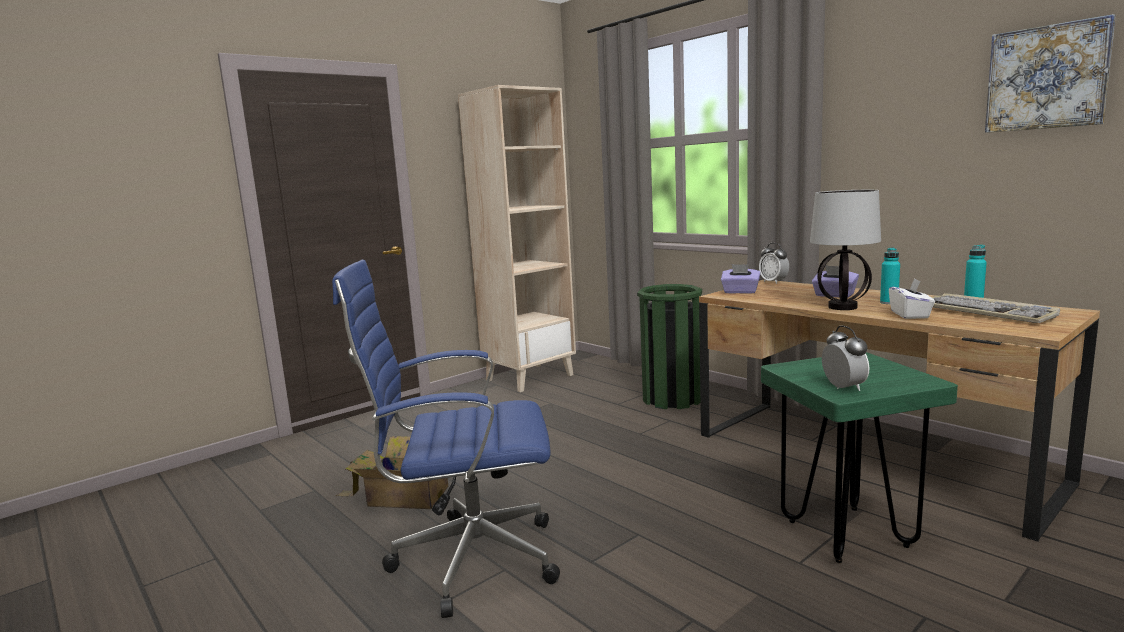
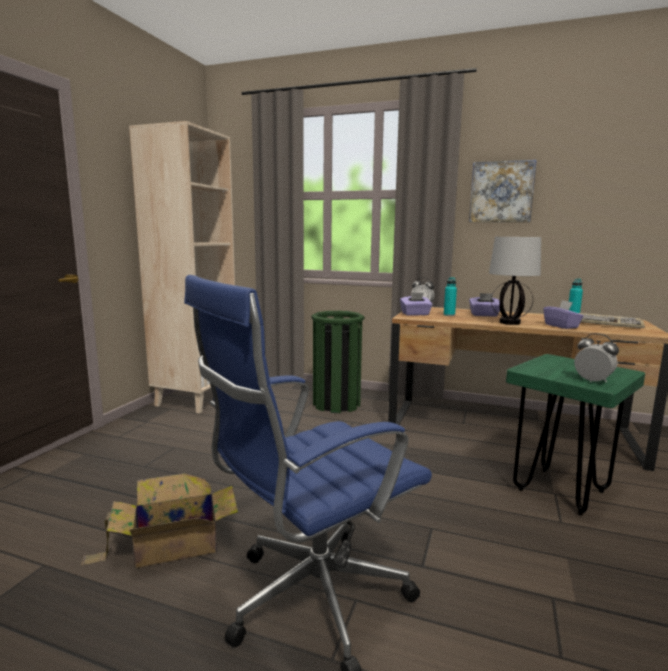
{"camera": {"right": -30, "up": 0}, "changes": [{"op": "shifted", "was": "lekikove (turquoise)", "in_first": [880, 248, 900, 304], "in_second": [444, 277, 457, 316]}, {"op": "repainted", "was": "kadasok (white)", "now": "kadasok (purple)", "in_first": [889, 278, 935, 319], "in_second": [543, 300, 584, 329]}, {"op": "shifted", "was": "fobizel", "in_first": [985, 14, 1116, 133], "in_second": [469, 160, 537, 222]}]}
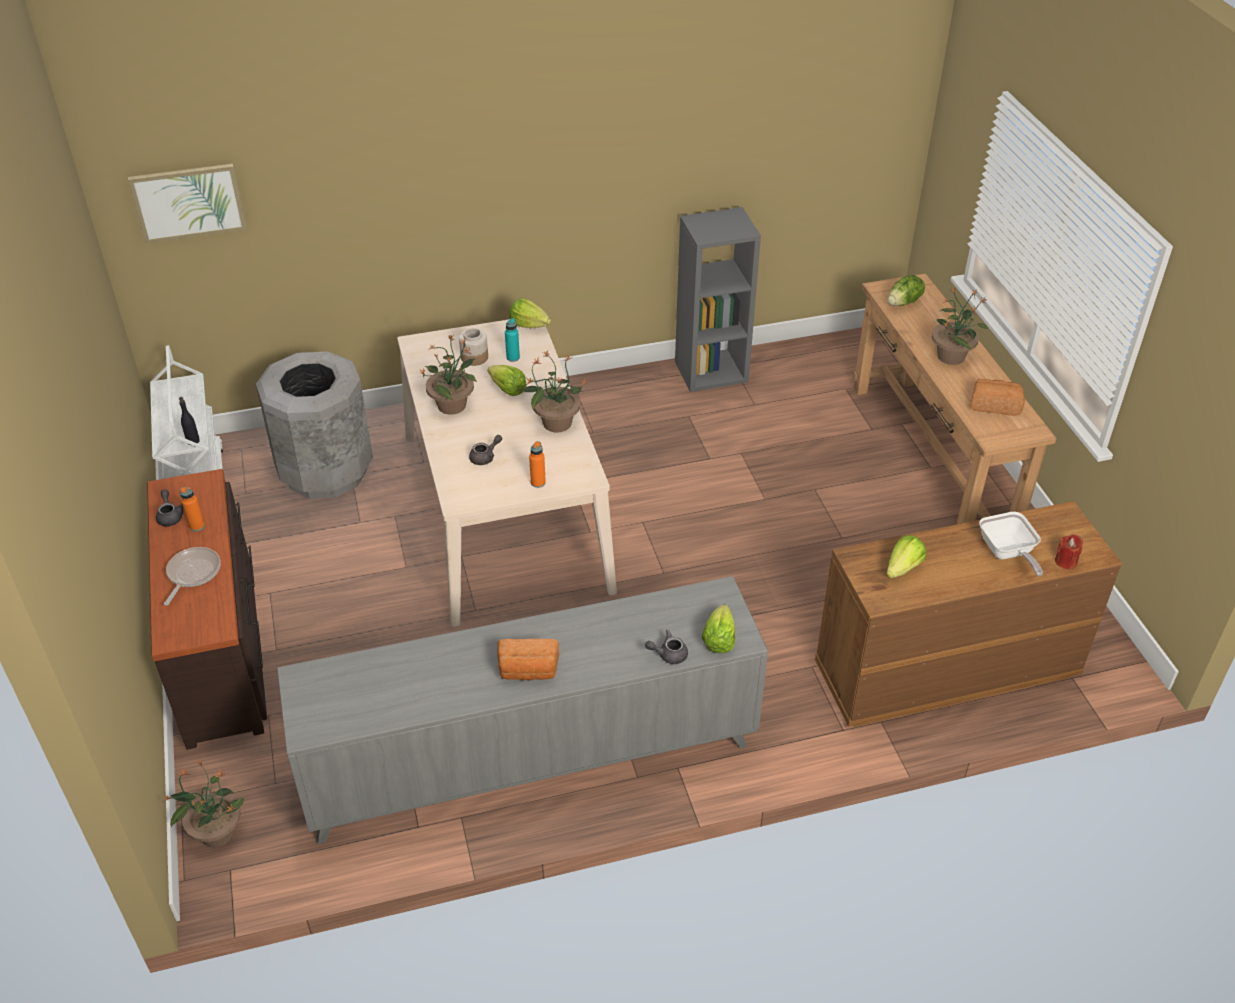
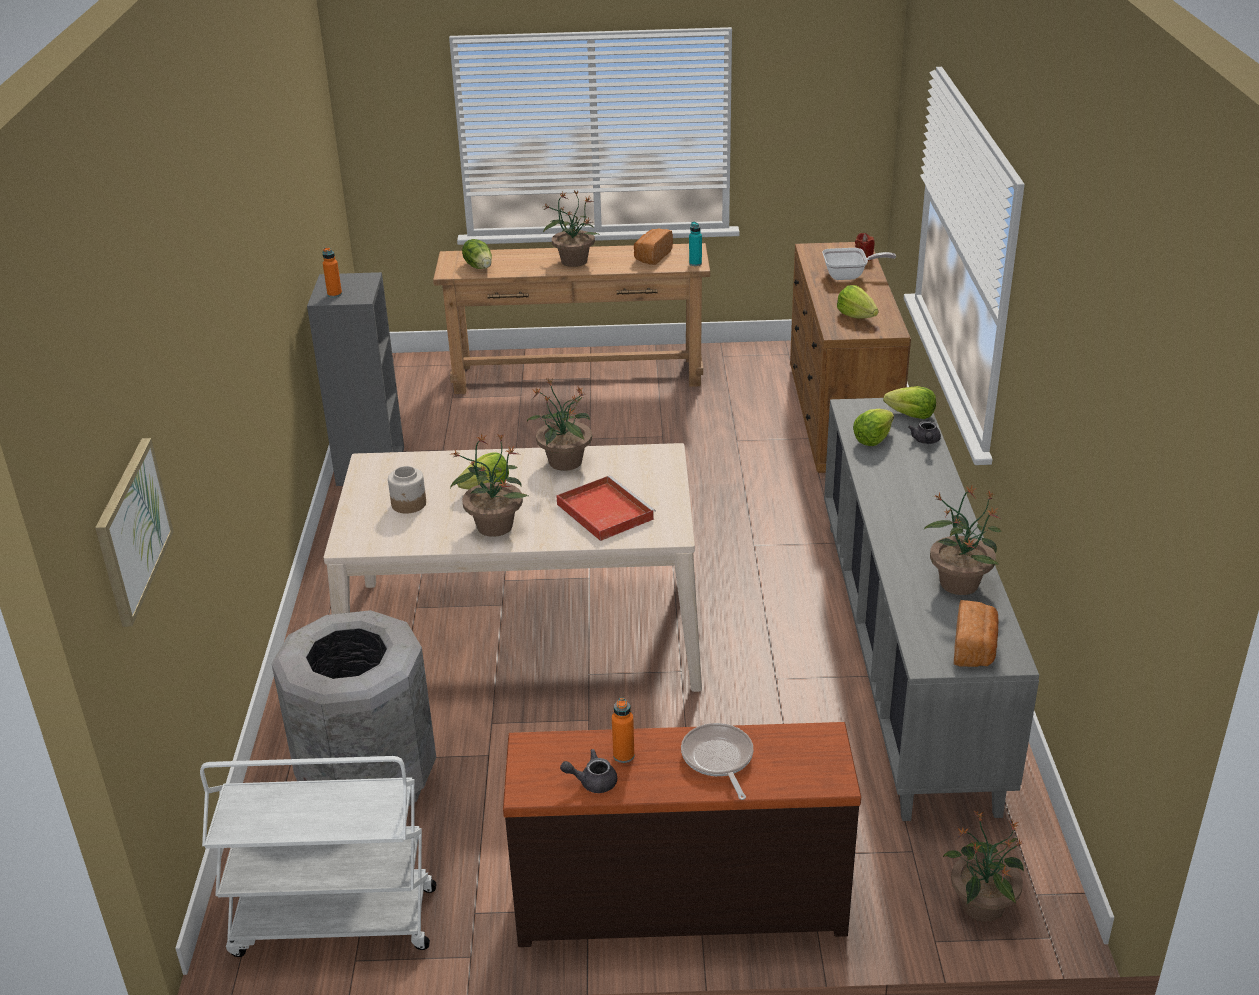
{"camera": {"right": -75, "up": -10}, "changes": [{"op": "rotated", "was": "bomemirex", "in_first": [164, 547, 221, 606], "in_second": [681, 723, 754, 800], "clockwise": 45}, {"op": "gone", "was": "lekikove (black)", "in_first": [179, 397, 200, 445]}, {"op": "swapped", "was": "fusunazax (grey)", "now": "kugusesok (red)", "in_first": [469, 435, 502, 465], "in_second": [556, 475, 656, 541]}, {"op": "shifted", "was": "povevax", "in_first": [497, 639, 559, 680], "in_second": [954, 600, 999, 667]}, {"op": "shifted", "was": "lekikove (turquoise)", "in_first": [505, 318, 520, 362], "in_second": [689, 222, 702, 266]}, {"op": "shifted", "was": "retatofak", "in_first": [510, 298, 551, 328], "in_second": [853, 409, 894, 446]}, {"op": "shifted", "was": "lekikove (orange)", "in_first": [529, 441, 546, 488], "in_second": [323, 247, 342, 297]}, {"op": "new", "now": "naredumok", "in_second": [924, 486, 1002, 595]}]}
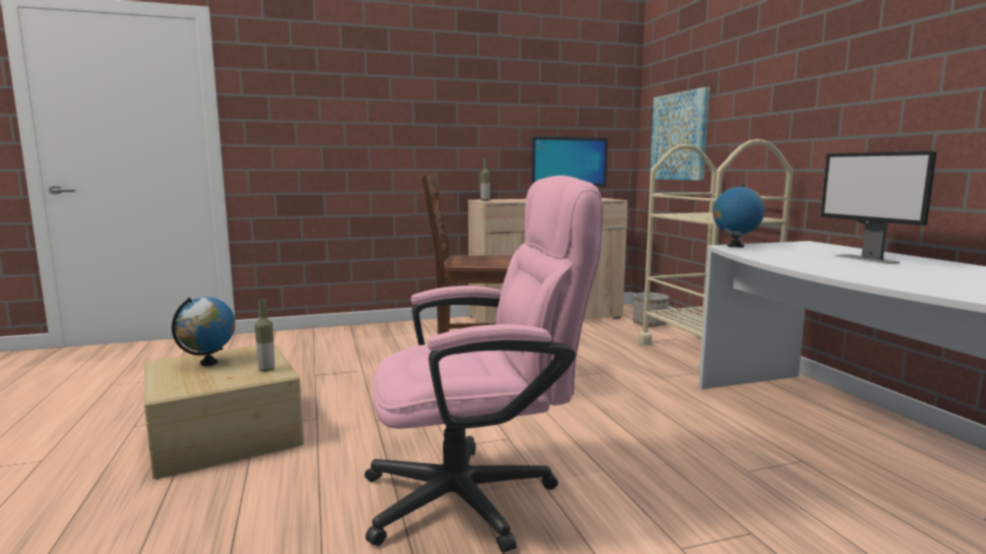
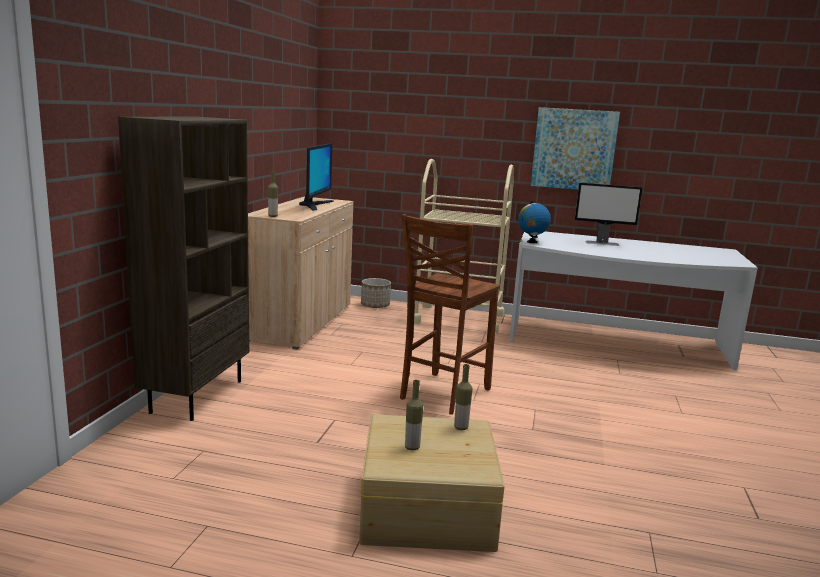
{"camera": {"right": -60, "up": 5}, "changes": [{"op": "swapped", "was": "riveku", "now": "lekikove", "in_first": [172, 297, 235, 366], "in_second": [405, 380, 423, 450]}, {"op": "gone", "was": "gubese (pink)", "in_first": [365, 175, 603, 553]}, {"op": "shifted", "was": "fobizel", "in_first": [650, 87, 710, 181], "in_second": [531, 107, 620, 190]}, {"op": "new", "now": "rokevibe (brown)", "in_second": [118, 117, 249, 421]}]}
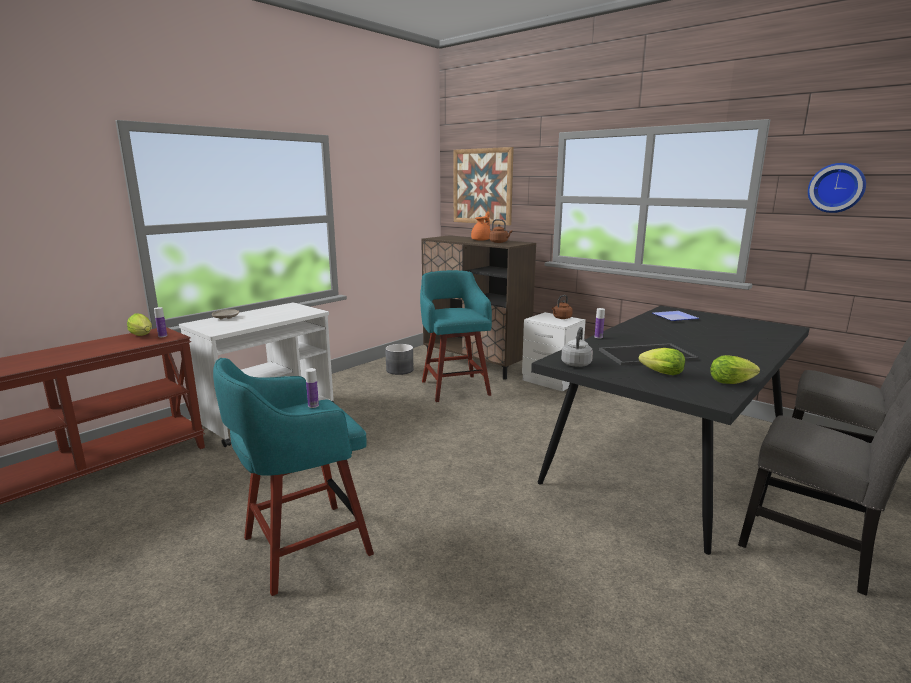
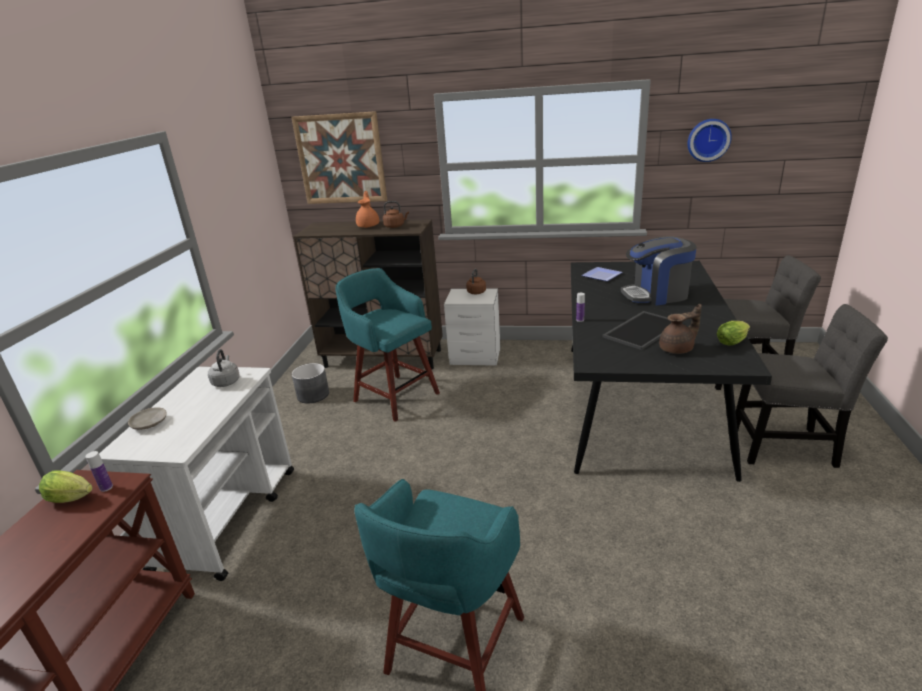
{"camera": {"right": -30, "up": 10}, "changes": [{"op": "gone", "was": "lekikove", "in_first": [305, 368, 319, 408]}, {"op": "shifted", "was": "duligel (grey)", "in_first": [561, 327, 593, 367], "in_second": [208, 349, 240, 387]}, {"op": "swapped", "was": "retatofak", "now": "fusunazax (brown)", "in_first": [639, 348, 685, 375], "in_second": [659, 304, 701, 354]}, {"op": "new", "now": "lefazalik", "in_second": [621, 236, 697, 306]}]}
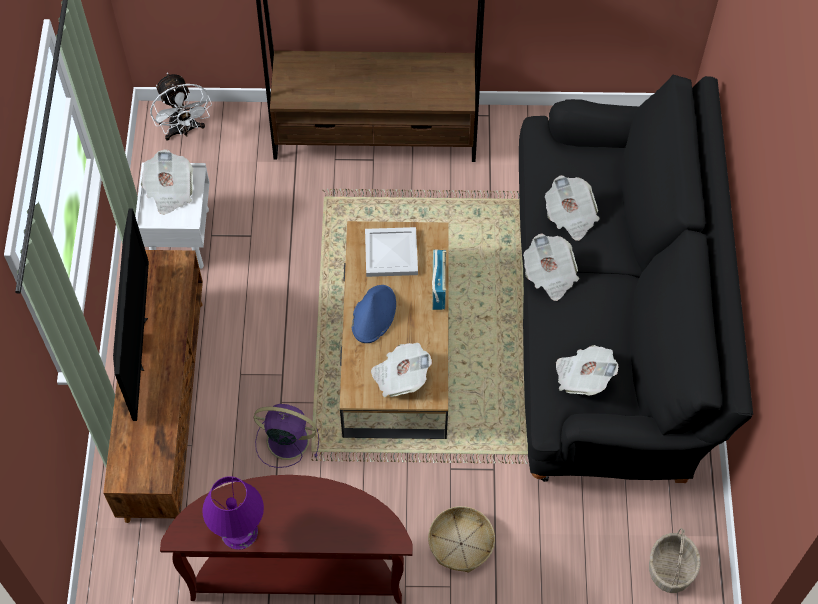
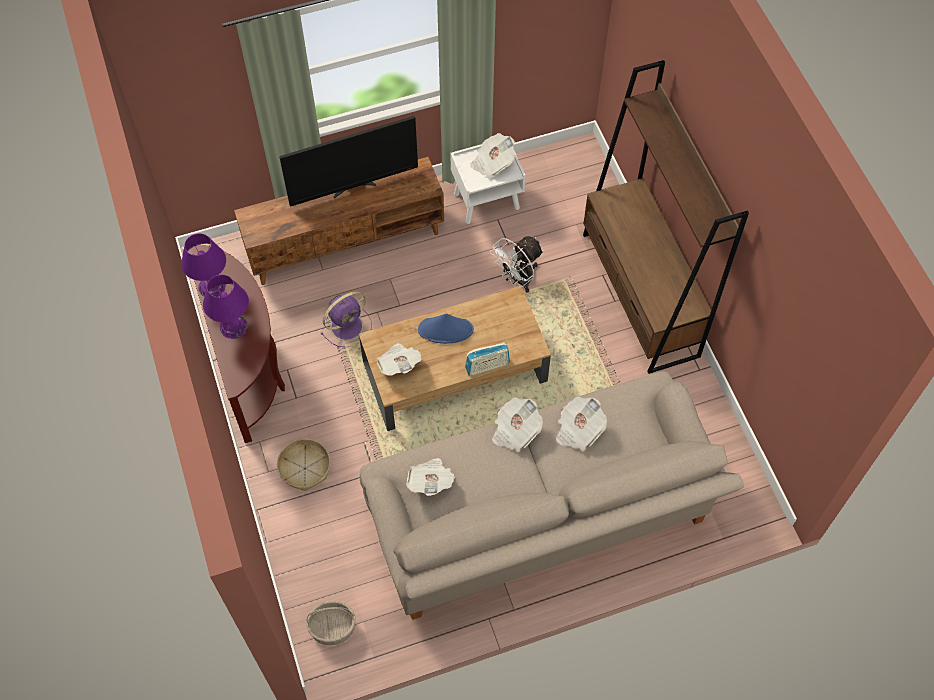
{"camera": {"right": 70, "up": 0}, "changes": [{"op": "shifted", "was": "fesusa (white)", "in_first": [150, 73, 212, 141], "in_second": [490, 236, 544, 293]}, {"op": "rotated", "was": "fesusa (purple)", "in_first": [254, 404, 319, 468], "in_second": [321, 291, 372, 347], "clockwise": 60}, {"op": "gone", "was": "kugusesok (white)", "in_first": [365, 227, 418, 277]}, {"op": "repainted", "was": "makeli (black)", "now": "makeli (beige)", "in_first": [519, 75, 753, 483], "in_second": [360, 371, 744, 620]}, {"op": "new", "now": "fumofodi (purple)", "in_second": [203, 274, 249, 339]}]}
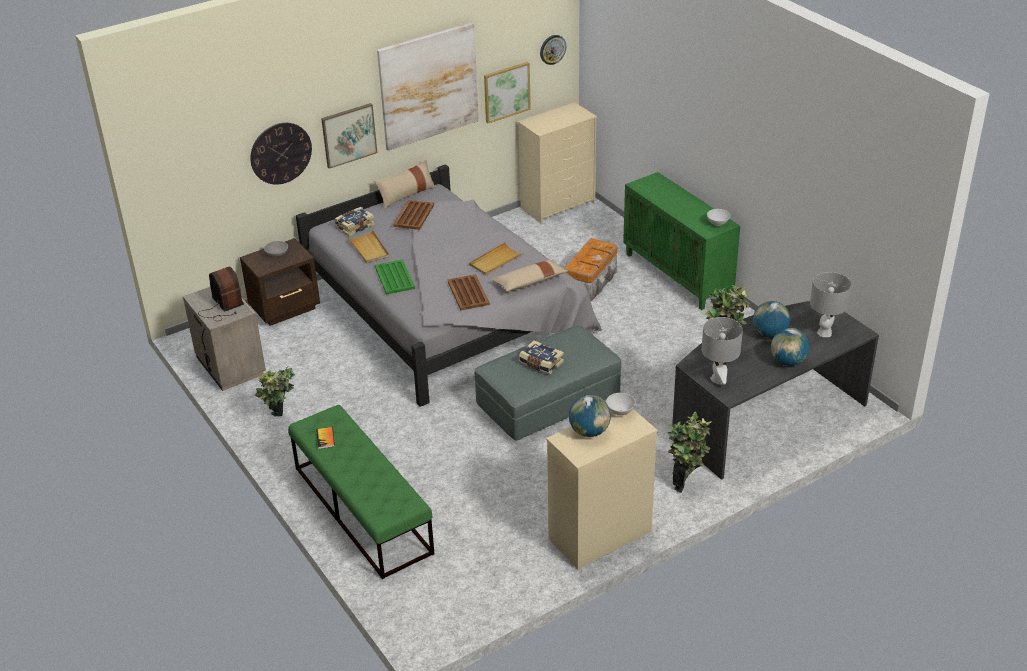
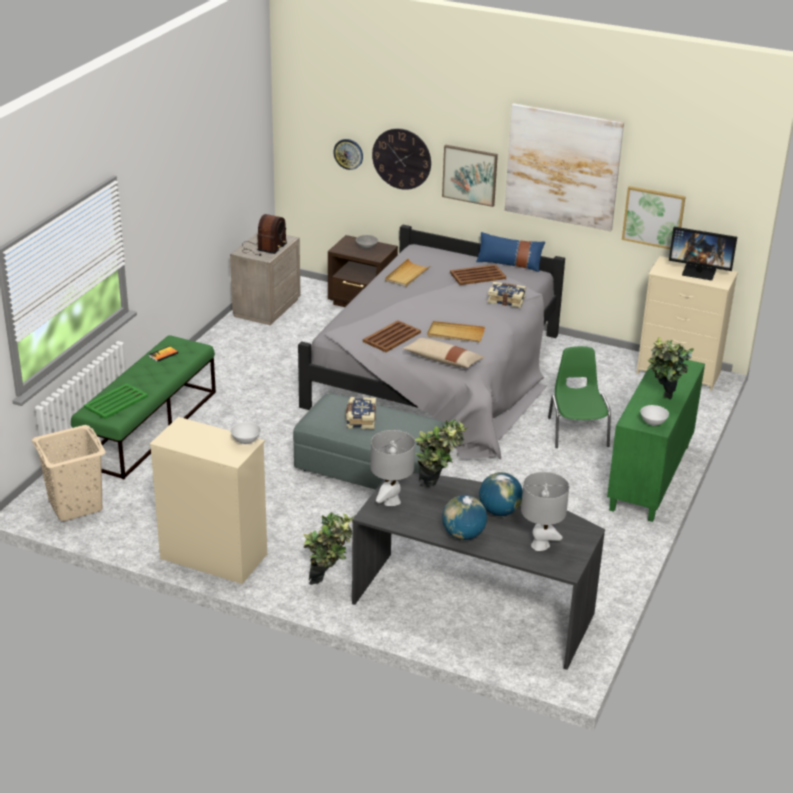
{"camera": {"right": 55, "up": -5}, "changes": [{"op": "shifted", "was": "naredumok", "in_first": [254, 366, 295, 417], "in_second": [647, 337, 694, 399]}, {"op": "shifted", "was": "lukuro", "in_first": [335, 207, 375, 236], "in_second": [487, 282, 526, 308]}, {"op": "repainted", "was": "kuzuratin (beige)", "now": "kuzuratin (blue)", "in_first": [374, 160, 436, 209], "in_second": [476, 232, 545, 272]}, {"op": "shifted", "was": "kugusesok (green)", "in_first": [375, 260, 415, 294], "in_second": [84, 383, 148, 419]}, {"op": "shifted", "was": "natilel", "in_first": [540, 35, 566, 65], "in_second": [333, 139, 363, 170]}, {"op": "swapped", "was": "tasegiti", "now": "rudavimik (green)", "in_first": [563, 238, 617, 301], "in_second": [548, 346, 611, 448]}, {"op": "gone", "was": "riveku", "in_first": [569, 395, 611, 437]}, {"op": "new", "now": "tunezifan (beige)", "in_second": [32, 425, 106, 521]}, {"op": "new", "now": "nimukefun", "in_second": [669, 227, 737, 280]}]}
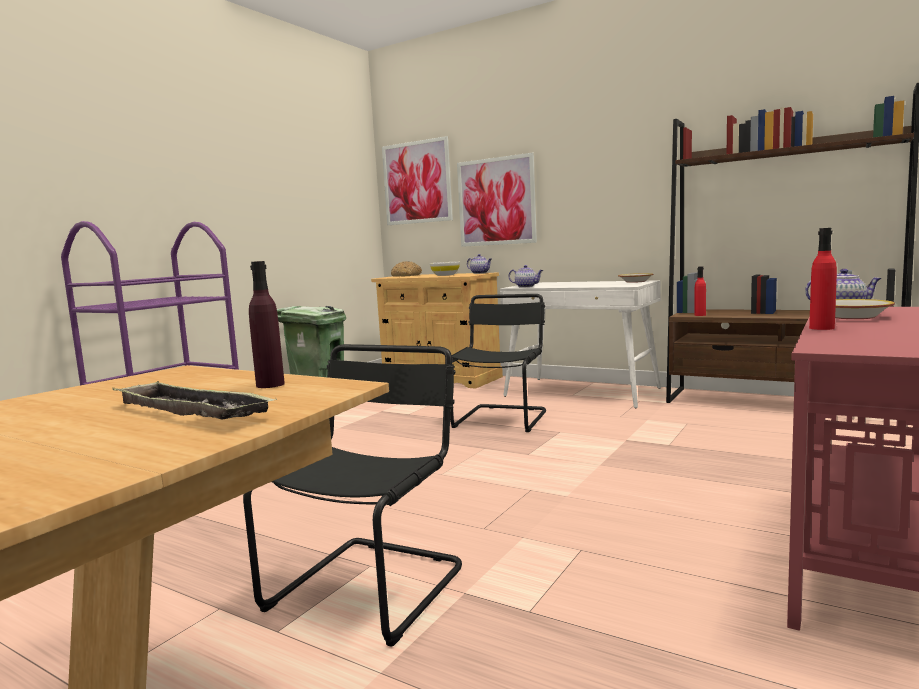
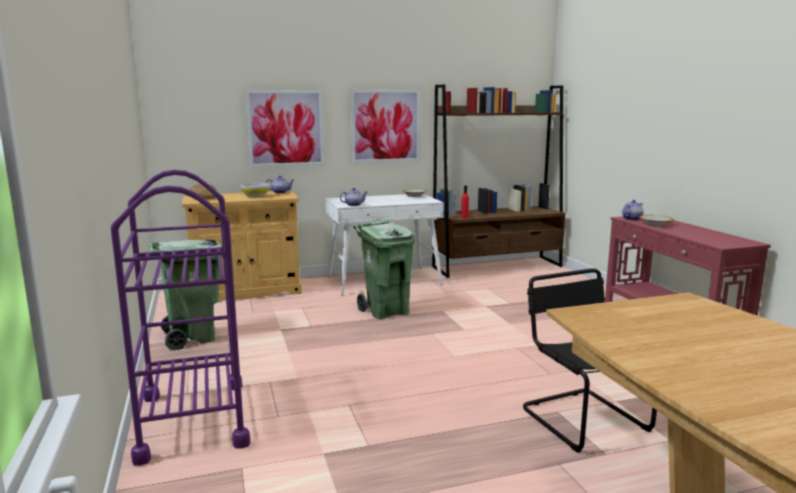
{"camera": {"right": -50, "up": 5}, "changes": [{"op": "gone", "was": "kugusesok", "in_first": [112, 381, 277, 419]}, {"op": "gone", "was": "lekikove (purple)", "in_first": [249, 261, 285, 388]}, {"op": "shifted", "was": "fobizel", "in_first": [382, 136, 453, 225], "in_second": [350, 89, 420, 163]}, {"op": "swapped", "was": "rudavimik (black)", "now": "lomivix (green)", "in_first": [450, 294, 546, 432], "in_second": [353, 221, 415, 319]}, {"op": "gone", "was": "lekikove (red)", "in_first": [809, 228, 837, 330]}]}
